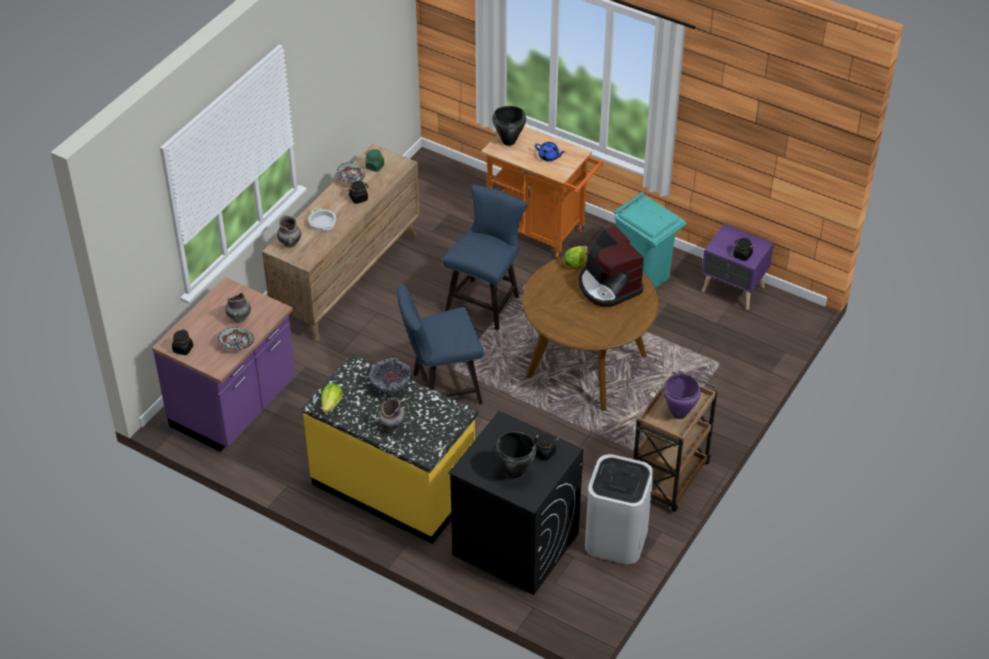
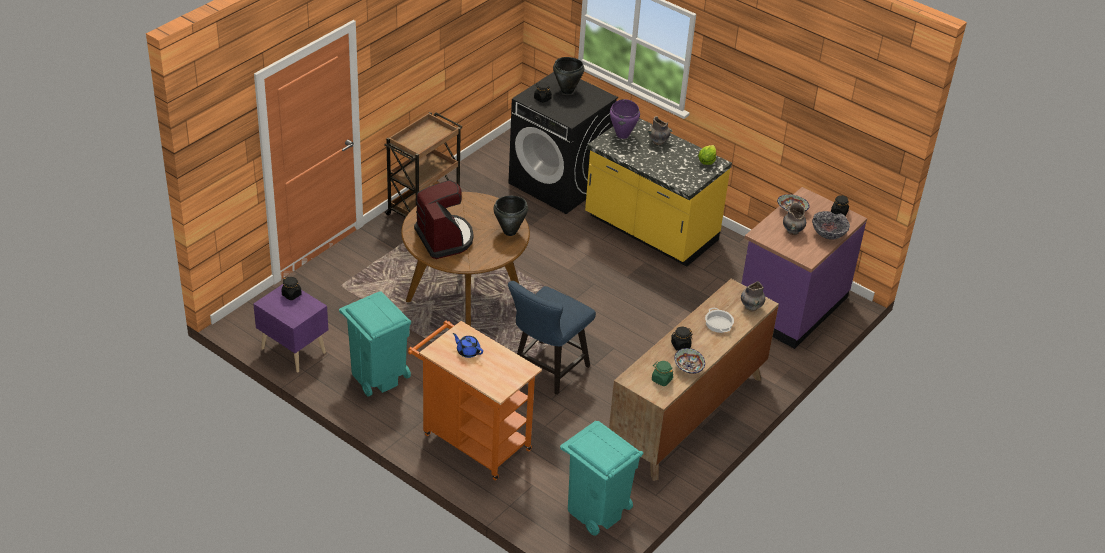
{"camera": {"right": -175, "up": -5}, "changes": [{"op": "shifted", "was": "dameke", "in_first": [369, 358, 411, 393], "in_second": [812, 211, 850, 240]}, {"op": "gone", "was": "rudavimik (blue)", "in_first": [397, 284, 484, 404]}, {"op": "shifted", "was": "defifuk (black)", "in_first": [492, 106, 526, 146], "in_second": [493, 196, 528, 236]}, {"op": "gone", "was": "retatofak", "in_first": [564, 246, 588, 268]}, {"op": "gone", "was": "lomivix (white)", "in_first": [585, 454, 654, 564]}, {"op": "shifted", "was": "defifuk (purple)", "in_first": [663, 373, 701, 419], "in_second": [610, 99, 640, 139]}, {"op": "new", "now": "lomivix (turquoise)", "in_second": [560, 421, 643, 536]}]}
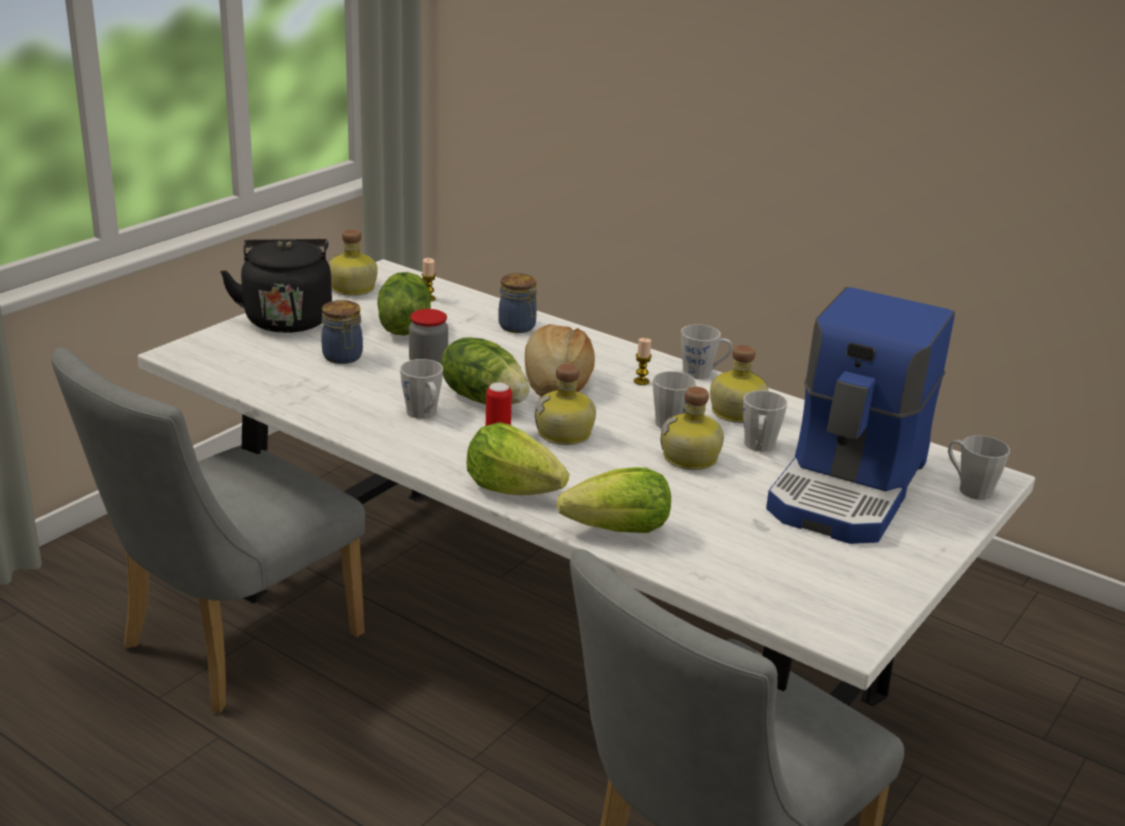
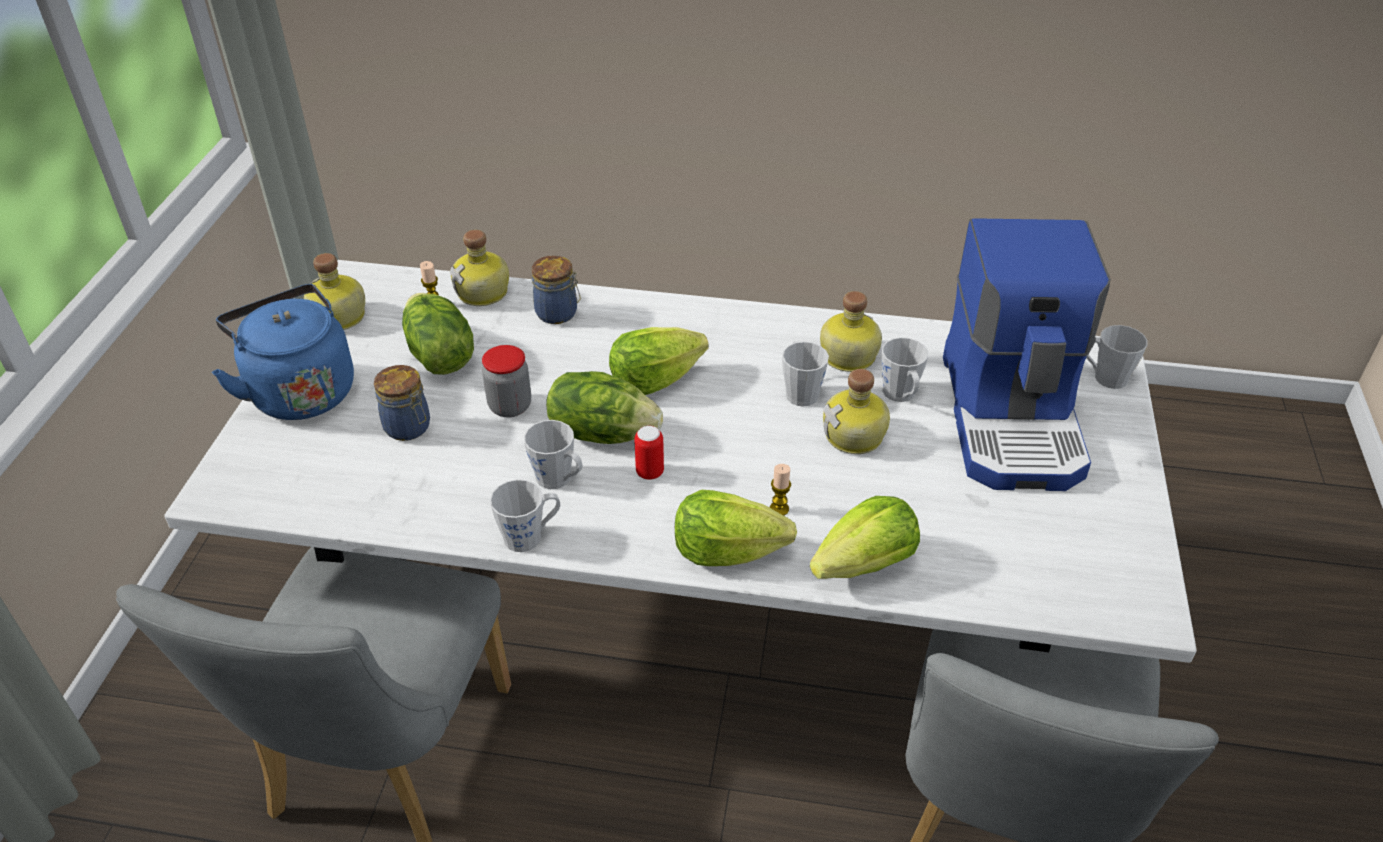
{"camera": {"right": -25, "up": 15}, "changes": [{"op": "repainted", "was": "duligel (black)", "now": "duligel (blue)", "in_first": [220, 239, 332, 333], "in_second": [212, 284, 354, 420]}, {"op": "swapped", "was": "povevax", "now": "retatofak", "in_first": [525, 324, 595, 396], "in_second": [609, 327, 709, 395]}, {"op": "shifted", "was": "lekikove", "in_first": [535, 364, 596, 445], "in_second": [450, 230, 509, 306]}, {"op": "shifted", "was": "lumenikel", "in_first": [634, 338, 652, 385], "in_second": [770, 464, 791, 516]}, {"op": "shifted", "was": "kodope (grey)", "in_first": [681, 324, 732, 379], "in_second": [490, 479, 560, 552]}]}
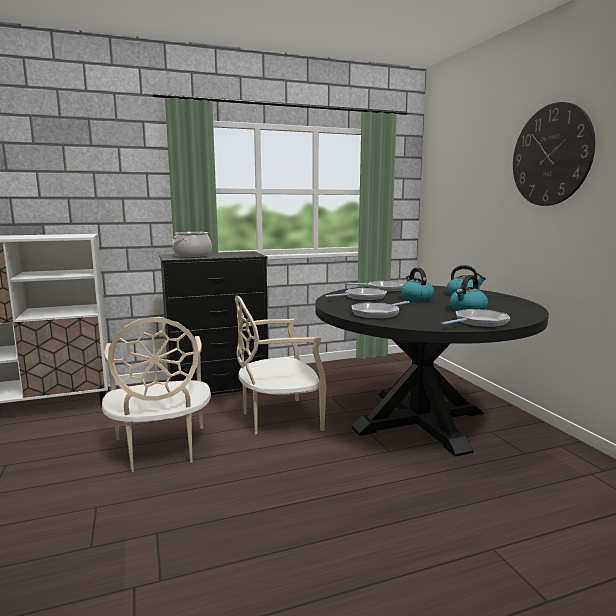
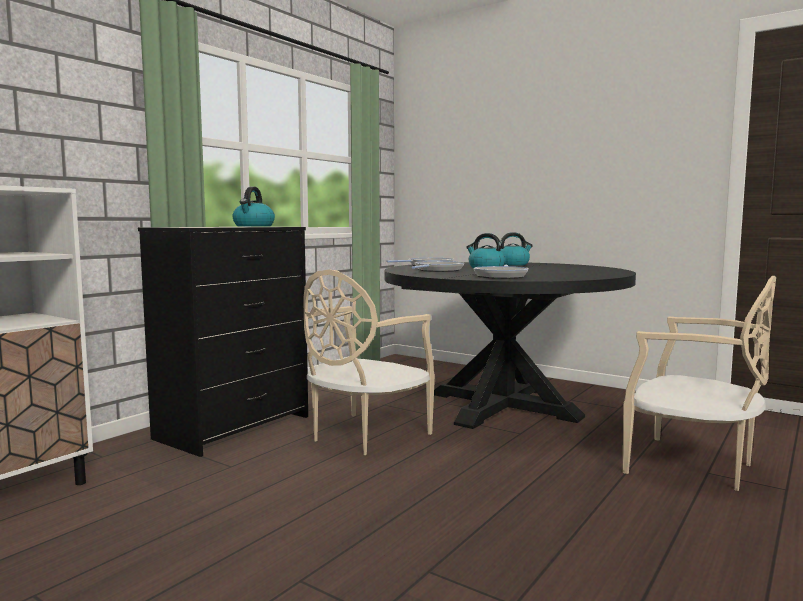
{"camera": {"right": -35, "up": -5}, "changes": [{"op": "shifted", "was": "rudavimik (beige)", "in_first": [102, 317, 211, 472], "in_second": [623, 276, 776, 491]}, {"op": "gone", "was": "defifuk", "in_first": [172, 232, 212, 258]}, {"op": "gone", "was": "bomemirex", "in_first": [441, 309, 510, 328]}, {"op": "shifted", "was": "duligel", "in_first": [450, 275, 488, 311], "in_second": [232, 187, 275, 227]}, {"op": "gone", "was": "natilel", "in_first": [513, 102, 595, 206]}]}
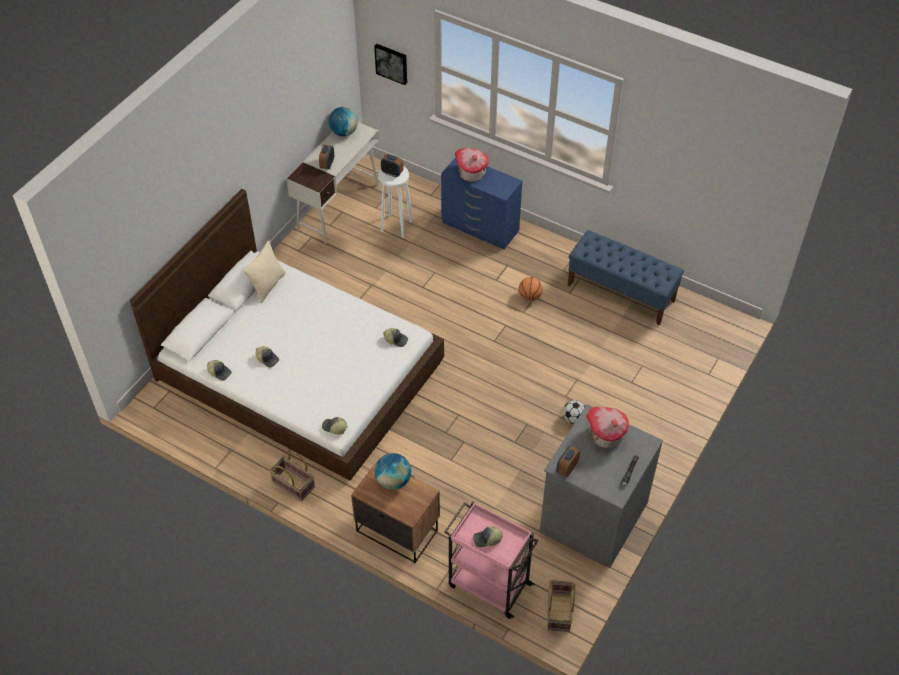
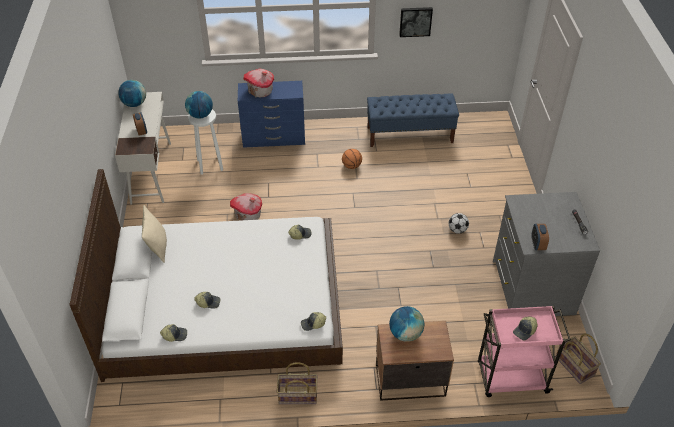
{"camera": {"right": -35, "up": -5}, "changes": [{"op": "shifted", "was": "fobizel", "in_first": [374, 44, 407, 85], "in_second": [399, 7, 433, 37]}, {"op": "swapped", "was": "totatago", "now": "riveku", "in_first": [381, 154, 404, 177], "in_second": [185, 91, 213, 119]}, {"op": "shifted", "was": "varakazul", "in_first": [586, 407, 629, 448], "in_second": [230, 193, 262, 221]}]}
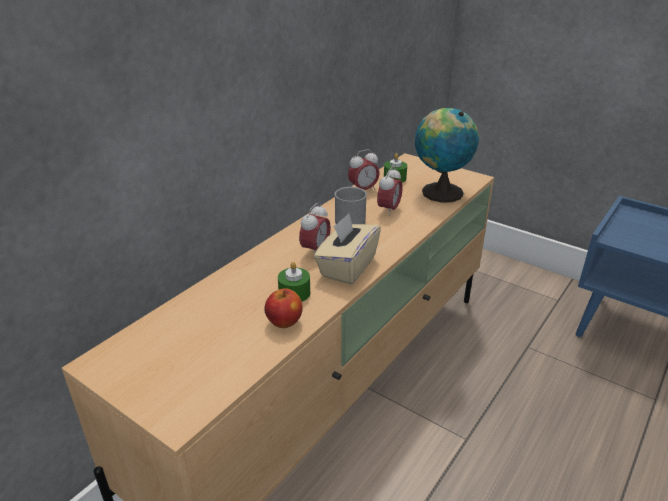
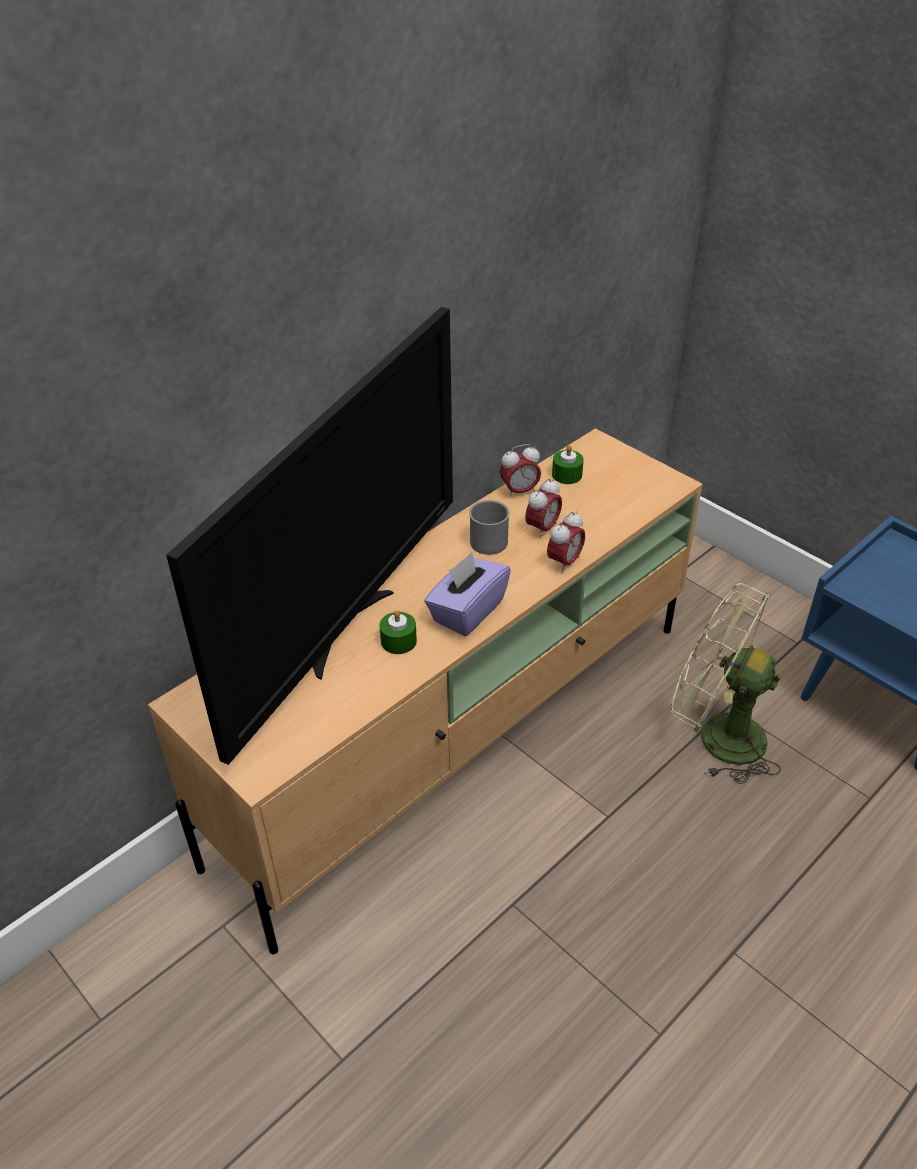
{"camera": {"right": 10, "up": 10}, "changes": [{"op": "gone", "was": "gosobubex", "in_first": [264, 288, 303, 328]}, {"op": "shifted", "was": "totatago", "in_first": [299, 203, 331, 254], "in_second": [547, 511, 585, 573]}, {"op": "repainted", "was": "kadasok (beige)", "now": "kadasok (purple)", "in_first": [314, 213, 381, 285], "in_second": [424, 552, 511, 636]}, {"op": "gone", "was": "riveku", "in_first": [415, 108, 479, 203]}, {"op": "new", "now": "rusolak", "in_second": [166, 307, 453, 765]}, {"op": "new", "now": "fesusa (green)", "in_second": [671, 583, 781, 784]}]}
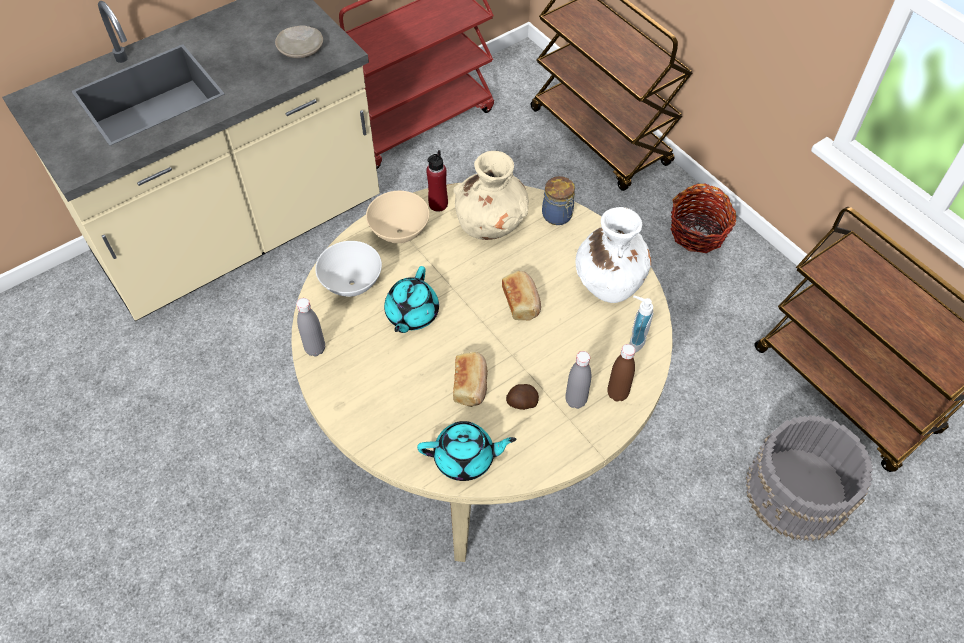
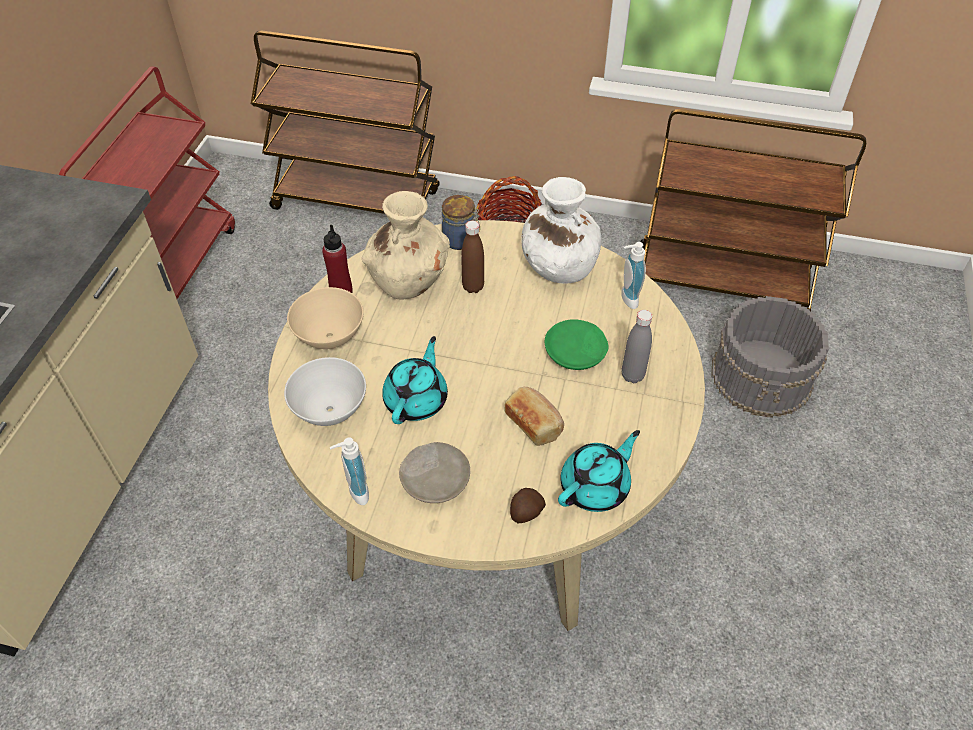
{"camera": {"right": -40, "up": -5}, "changes": [{"op": "shifted", "was": "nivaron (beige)", "in_first": [275, 25, 323, 58], "in_second": [399, 442, 470, 503]}, {"op": "swapped", "was": "lekikove (grey)", "now": "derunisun", "in_first": [296, 298, 325, 357], "in_second": [330, 437, 369, 505]}, {"op": "rotated", "was": "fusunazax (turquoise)", "in_first": [384, 266, 439, 333], "in_second": [382, 336, 448, 424], "clockwise": -135}, {"op": "gone", "was": "povevax", "in_first": [502, 271, 541, 320]}, {"op": "shifted", "was": "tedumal", "in_first": [506, 384, 539, 410], "in_second": [510, 488, 546, 523]}, {"op": "shifted", "was": "lekikove (brown)", "in_first": [607, 344, 635, 401], "in_second": [461, 221, 484, 293]}, {"op": "new", "now": "nivaron (green)", "in_second": [545, 319, 609, 370]}]}
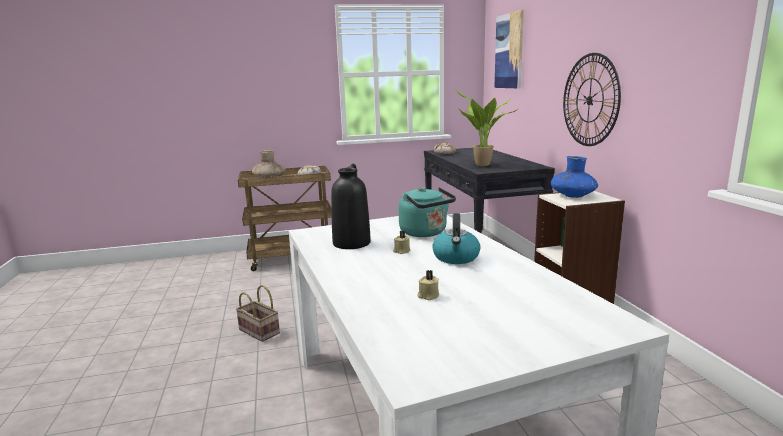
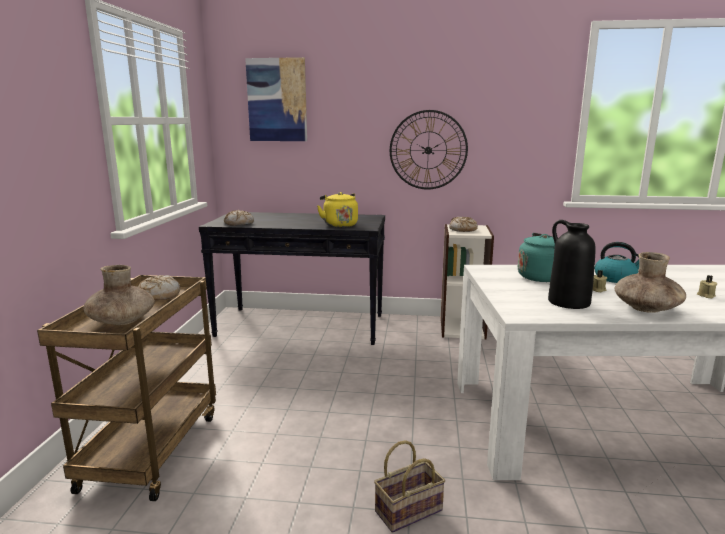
{"camera": {"right": -70, "up": 0}, "changes": [{"op": "swapped", "was": "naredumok", "now": "duligel (yellow)", "in_first": [455, 89, 519, 166], "in_second": [317, 192, 358, 227]}, {"op": "swapped", "was": "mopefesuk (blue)", "now": "povevax", "in_first": [551, 156, 598, 198], "in_second": [449, 217, 478, 232]}, {"op": "new", "now": "mopefesuk (brown)", "in_second": [615, 252, 686, 313]}]}
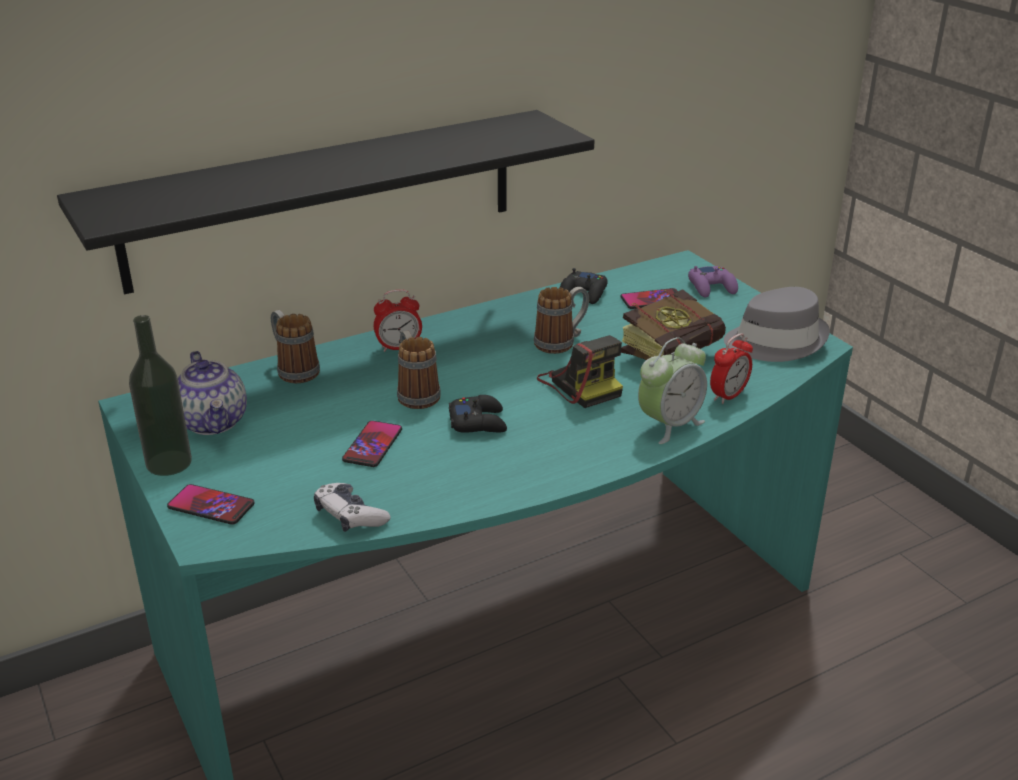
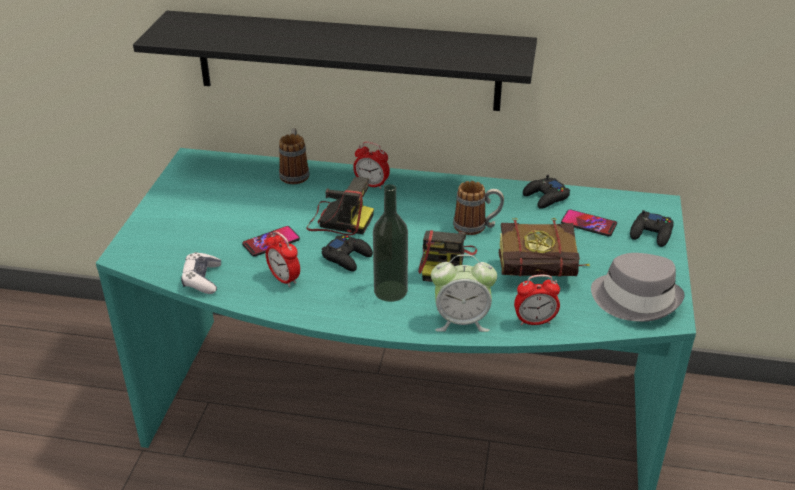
{"camera": {"right": 40, "up": 5}, "changes": [{"op": "shifted", "was": "lekikove", "in_first": [129, 315, 192, 476], "in_second": [373, 184, 408, 302]}, {"op": "gone", "was": "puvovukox", "in_first": [167, 484, 255, 525]}, {"op": "gone", "was": "fusunazax", "in_first": [178, 351, 247, 435]}, {"op": "swapped", "was": "kodope", "now": "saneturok", "in_first": [397, 330, 441, 409], "in_second": [306, 177, 374, 235]}, {"op": "repainted", "was": "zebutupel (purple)", "now": "zebutupel (black)", "in_first": [688, 266, 738, 298], "in_second": [630, 210, 674, 247]}, {"op": "new", "now": "totatago", "in_second": [266, 231, 300, 287]}]}
